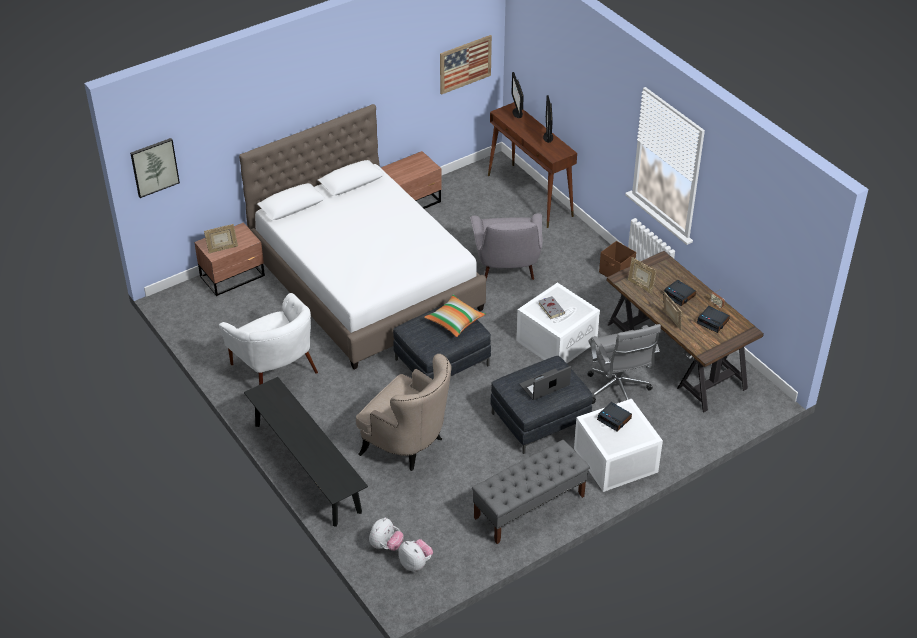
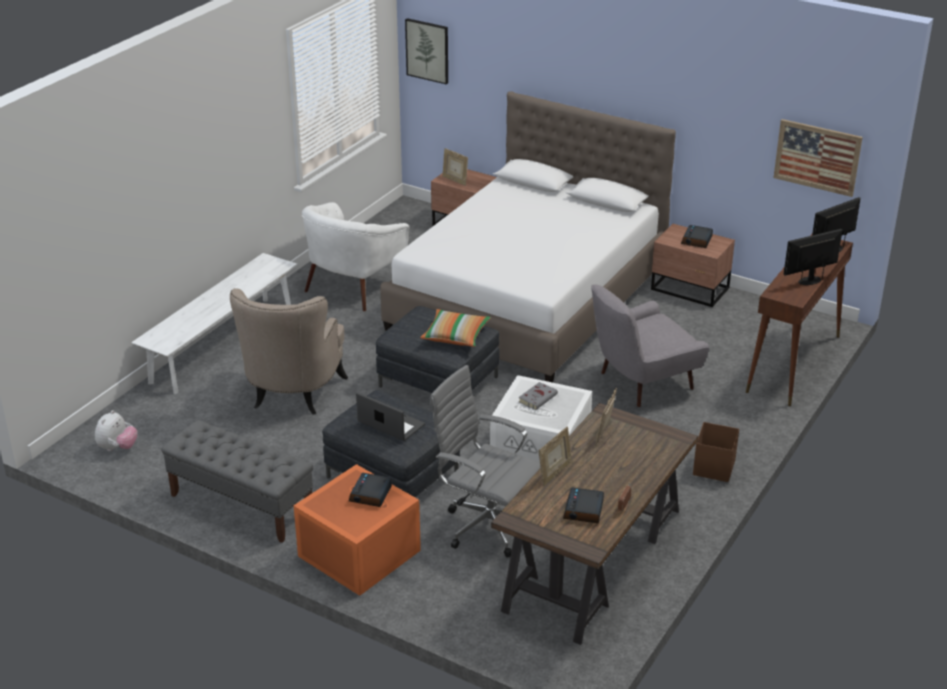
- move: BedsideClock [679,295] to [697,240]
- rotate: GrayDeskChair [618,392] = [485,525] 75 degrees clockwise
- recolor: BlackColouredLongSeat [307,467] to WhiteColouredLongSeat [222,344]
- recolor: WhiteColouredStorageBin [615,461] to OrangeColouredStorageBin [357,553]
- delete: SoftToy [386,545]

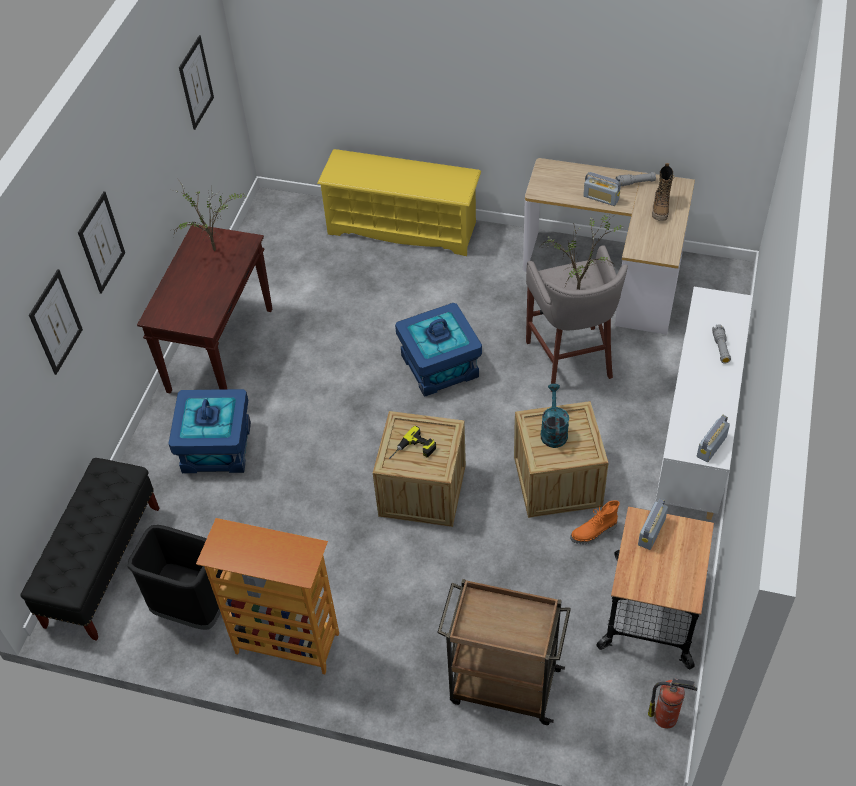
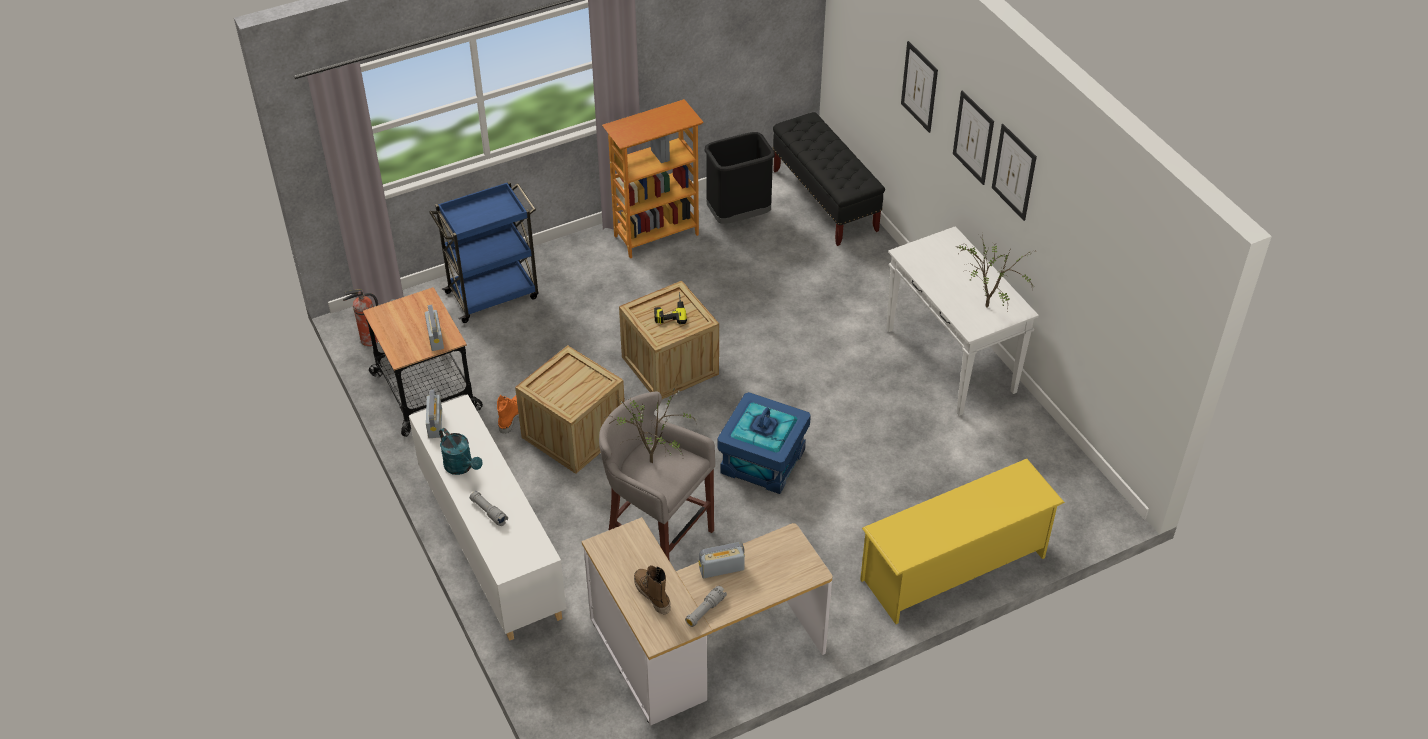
- move: WallPicture [196,83] to [1014,172]
- recolor: BrownColouredConsoleTable [220,349] to WhiteColouredConsoleTable [951,361]
- move: TurquoiseColouredWateringCan [553,431] to [461,467]
- delete: BlueColouredStorageBin [216,447]
- recolor: BrownColouredCart [502,685] to BlueColouredCart [494,294]

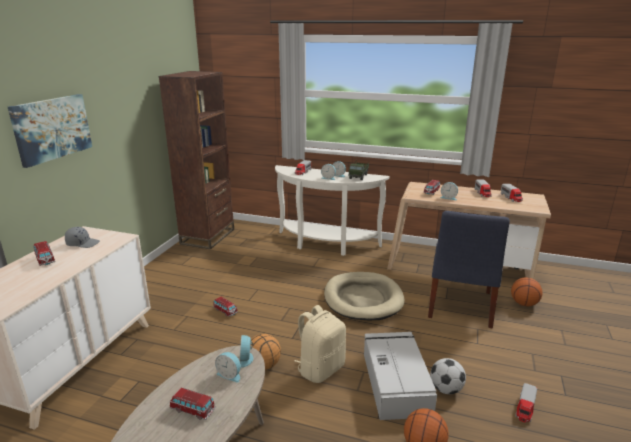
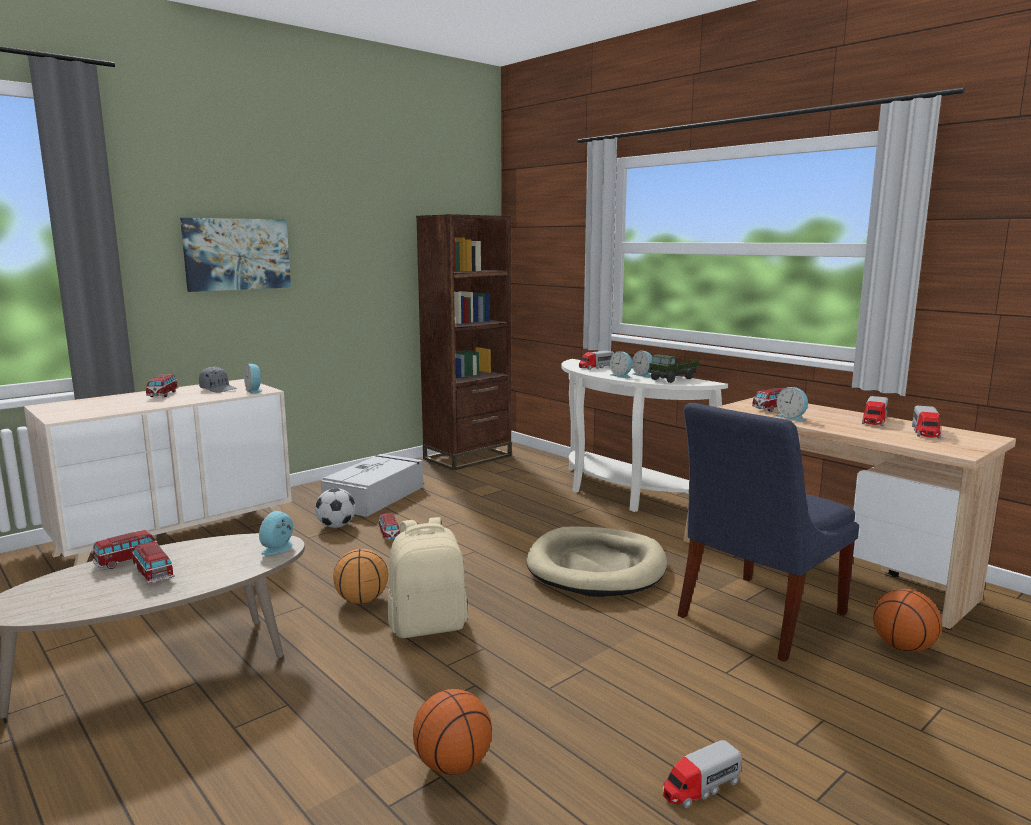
- move: GrayStorageBin [395,382] to [375,496]
- move: BedsideClock [230,374] to [254,391]
- move: BallForFootball [446,389] to [336,526]
- insert: MiniatureCar [127,560]

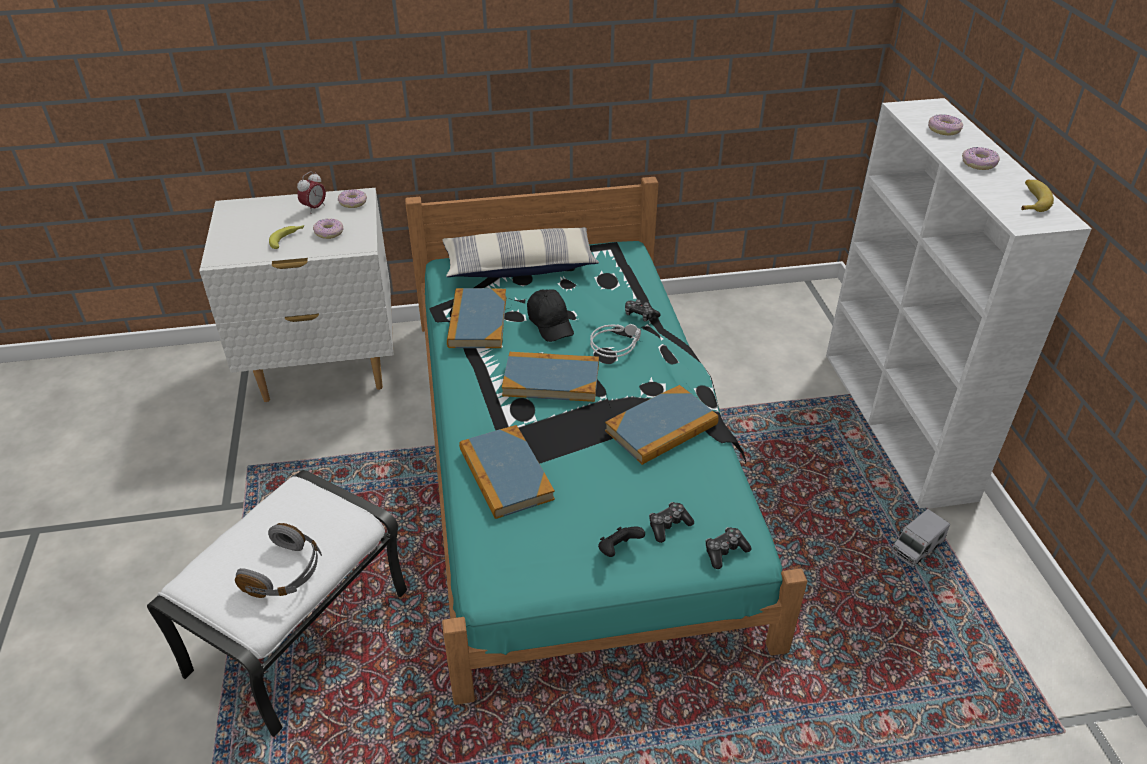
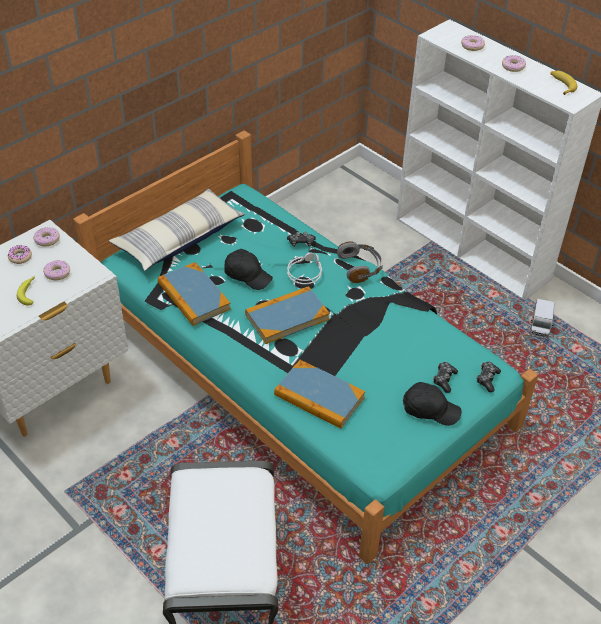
- replace: BedsideClock [314,208] to Donut [20,257]
- delete: Volume [661,428]
- move: GrayPairOfHeadphones [285,573] to [360,267]
- replace: BlackColouredGamepad [618,550] to BlackColouredPeakedCap [430,409]

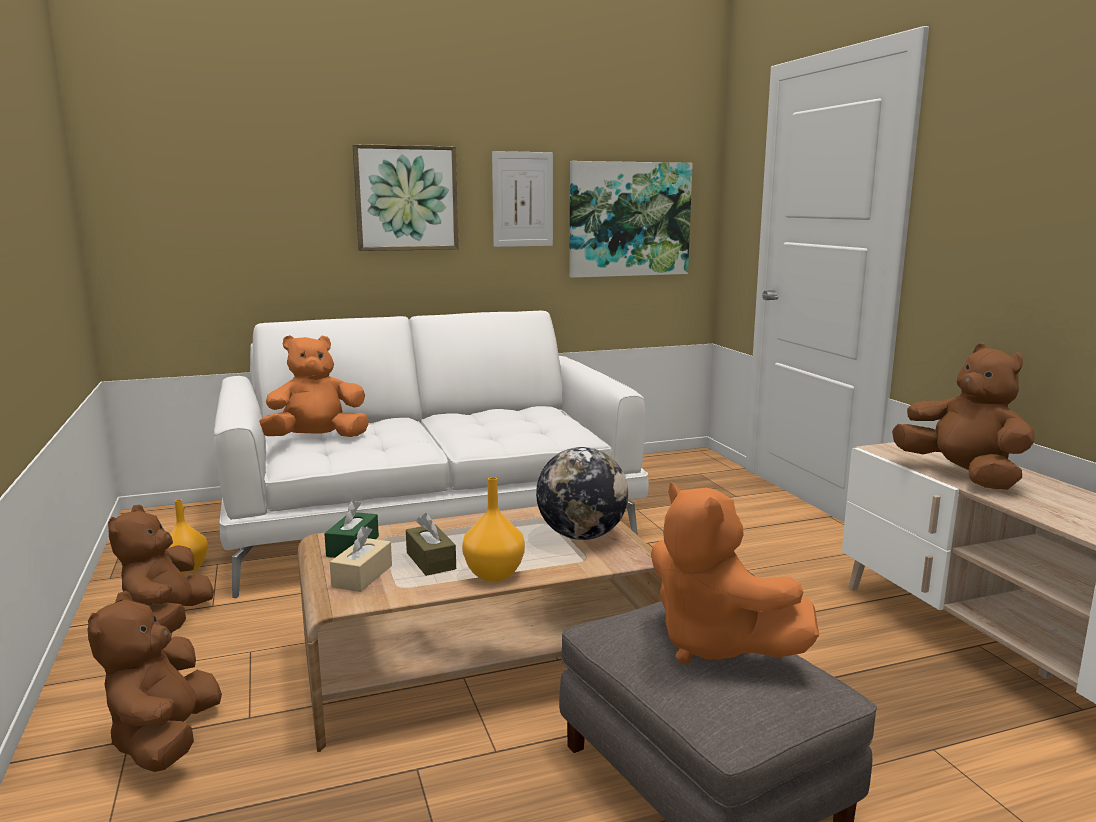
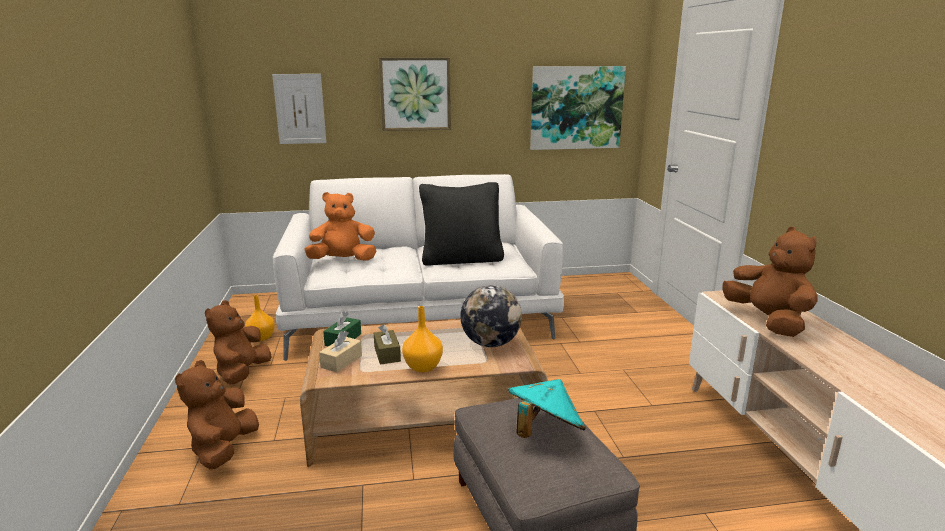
- move: WallPicture [522,199] to [300,109]
- replace: OrangeColouredSoftToy [715,645] to TurquoiseColouredClothingHat [544,431]
- insert: BlackColouredCushion [461,259]

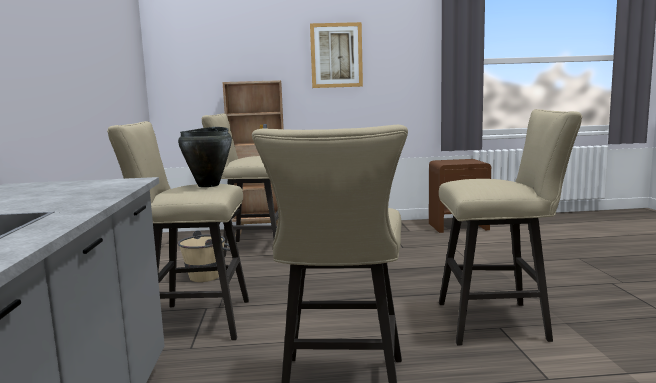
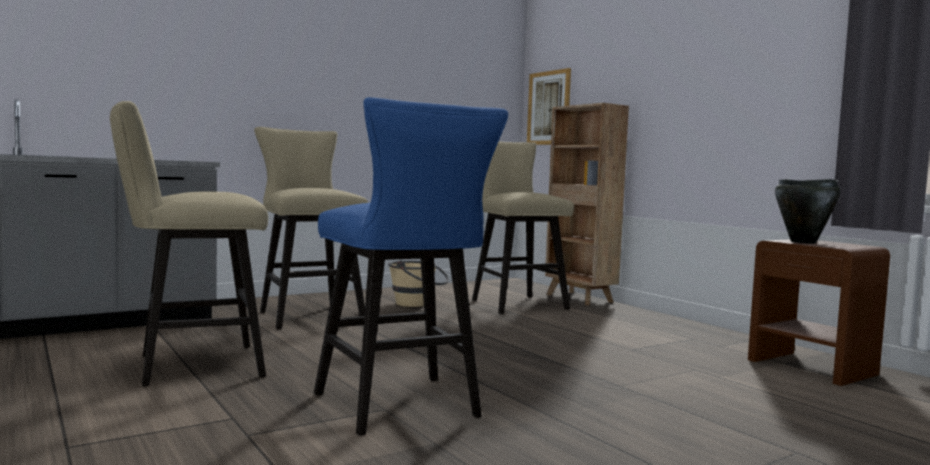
- move: WallPicture [336,55] to [548,108]
- recolor: BeigeColouredStool [500,322] to BlueColouredStool [402,408]
- move: BlackColouredSaucepot [209,185] to [804,242]

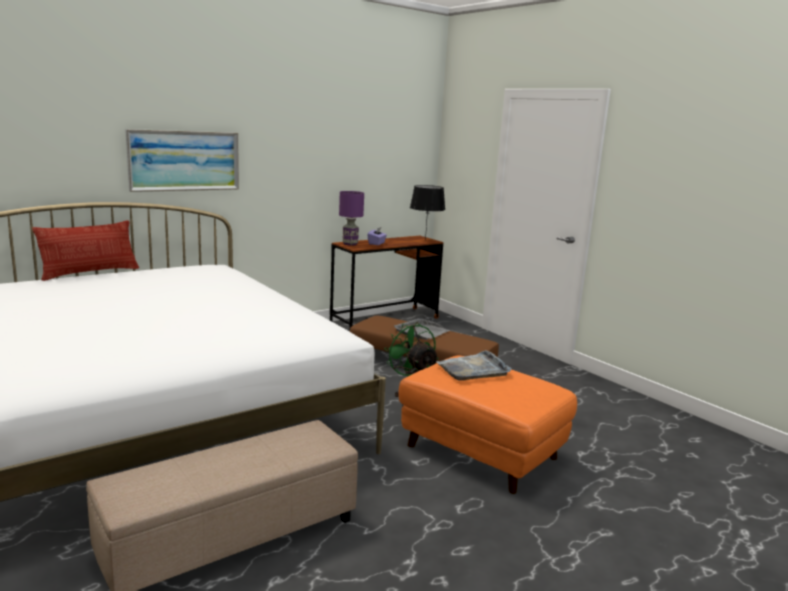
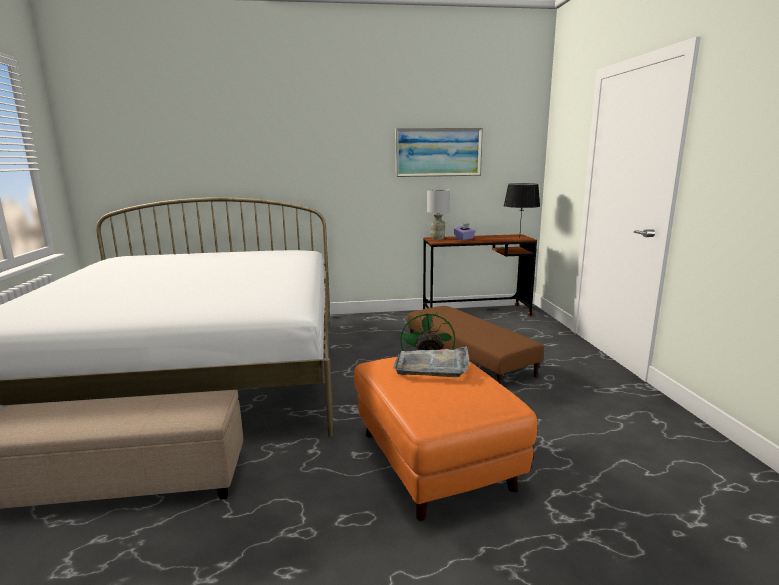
- move: WallPicture [184,160] to [438,152]
- recolor: PurplishTabletopLamp [350,244] to GrayTabletopLamp [438,238]
- delete: Cushion [90,273]
- delete: GrayServingTray [421,332]

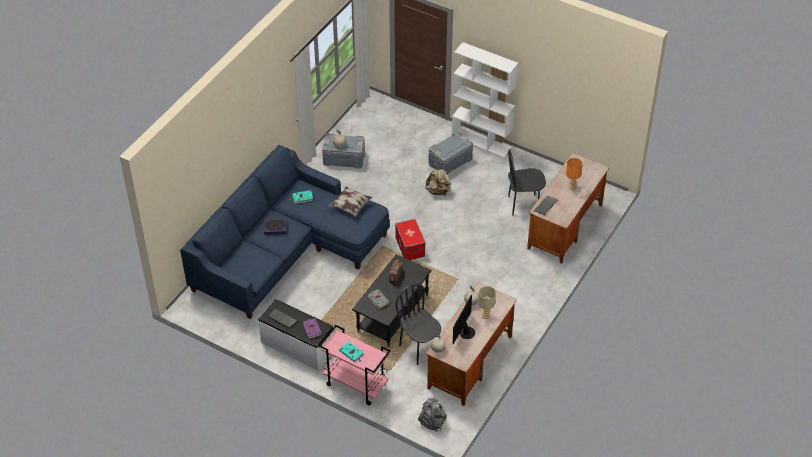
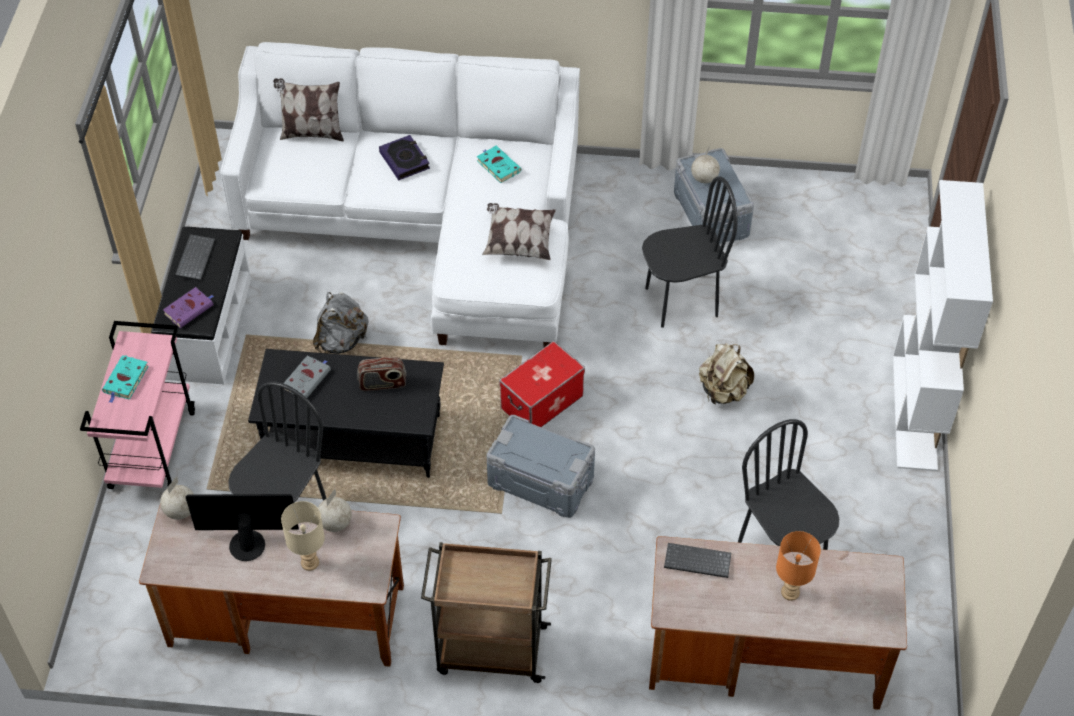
- move: GrayStorageBin [450,162] to [540,482]
- recolor: BlueColouredCouch [286,251] to WhiteColouredCouch [427,223]
- move: GrayBackpack [432,421] to [341,341]
- insert: Cushion [312,133]
- insert: BlackColouredPlainChair [681,301]
- insert: BrownColouredCart [489,650]

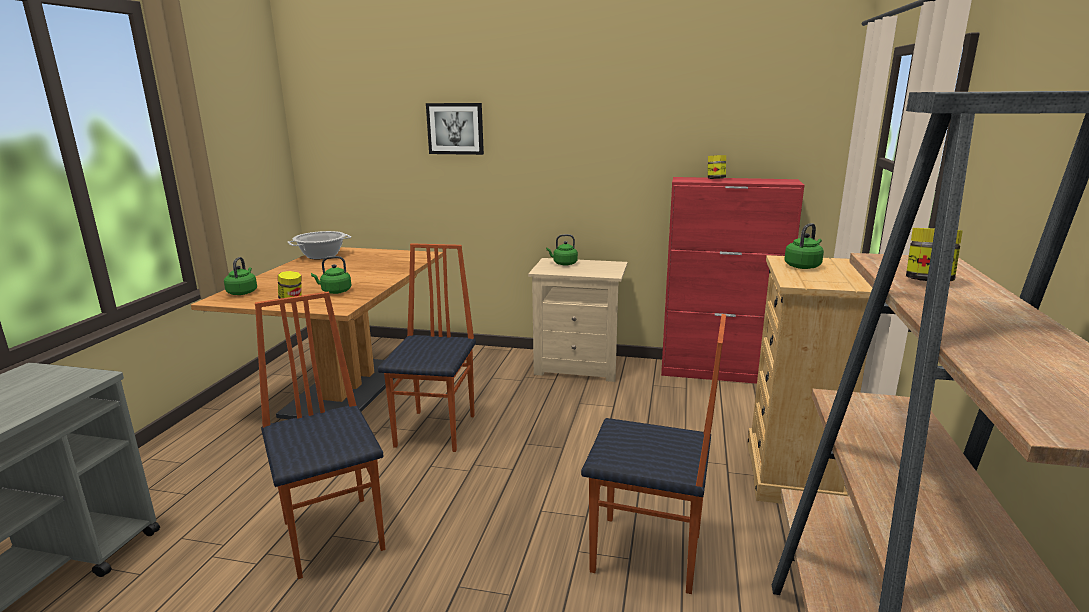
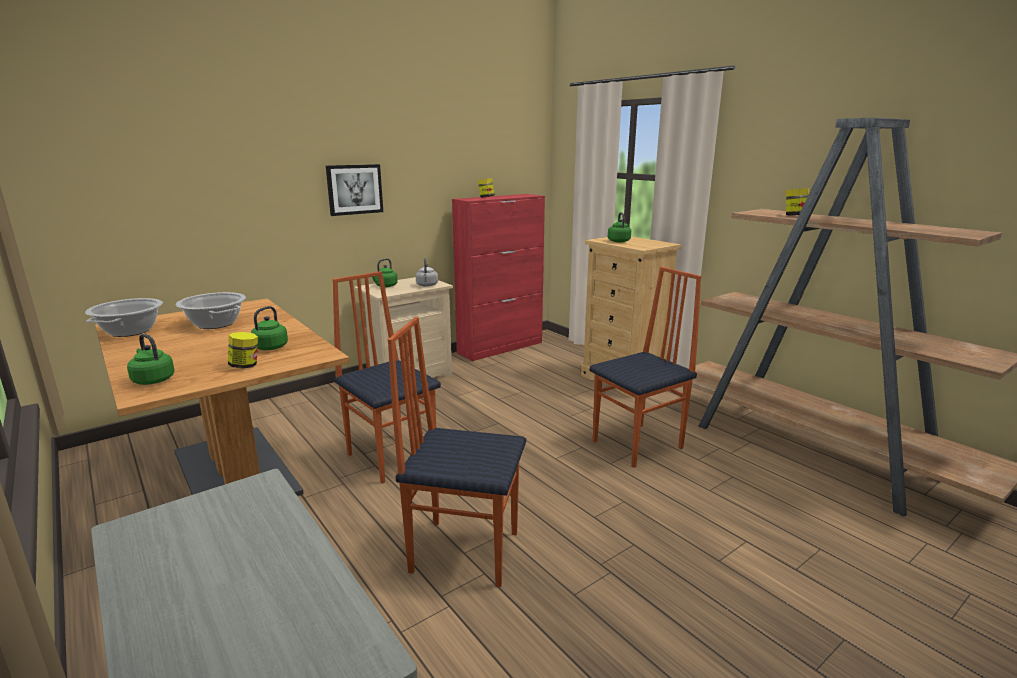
- move: WallPicture [455,128] to [354,189]
- insert: GrayTeaKettle [427,285]
- insert: Saucepot [216,324]

